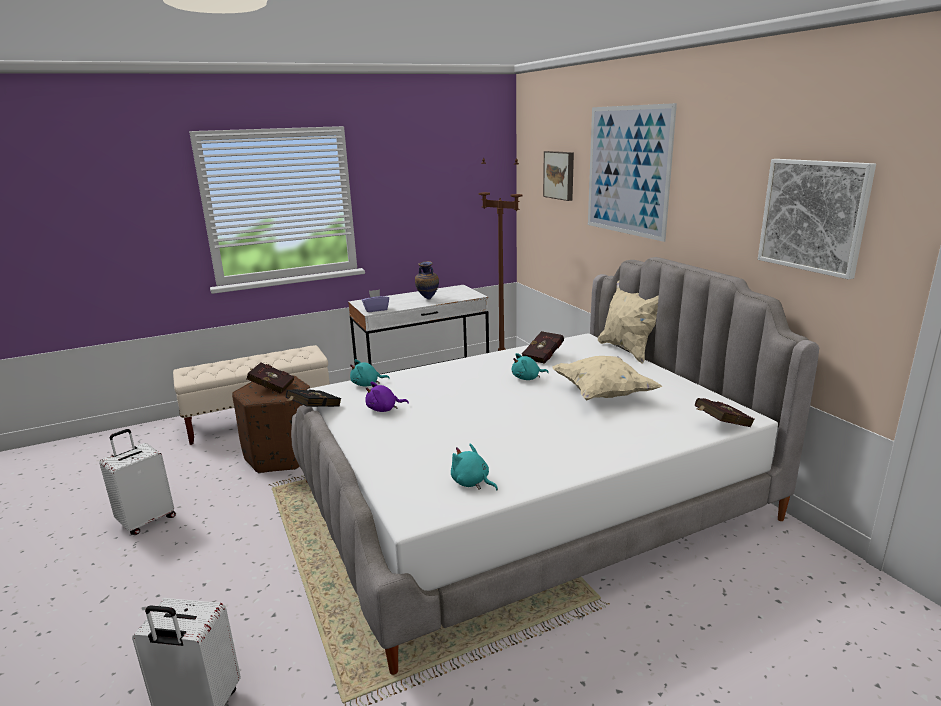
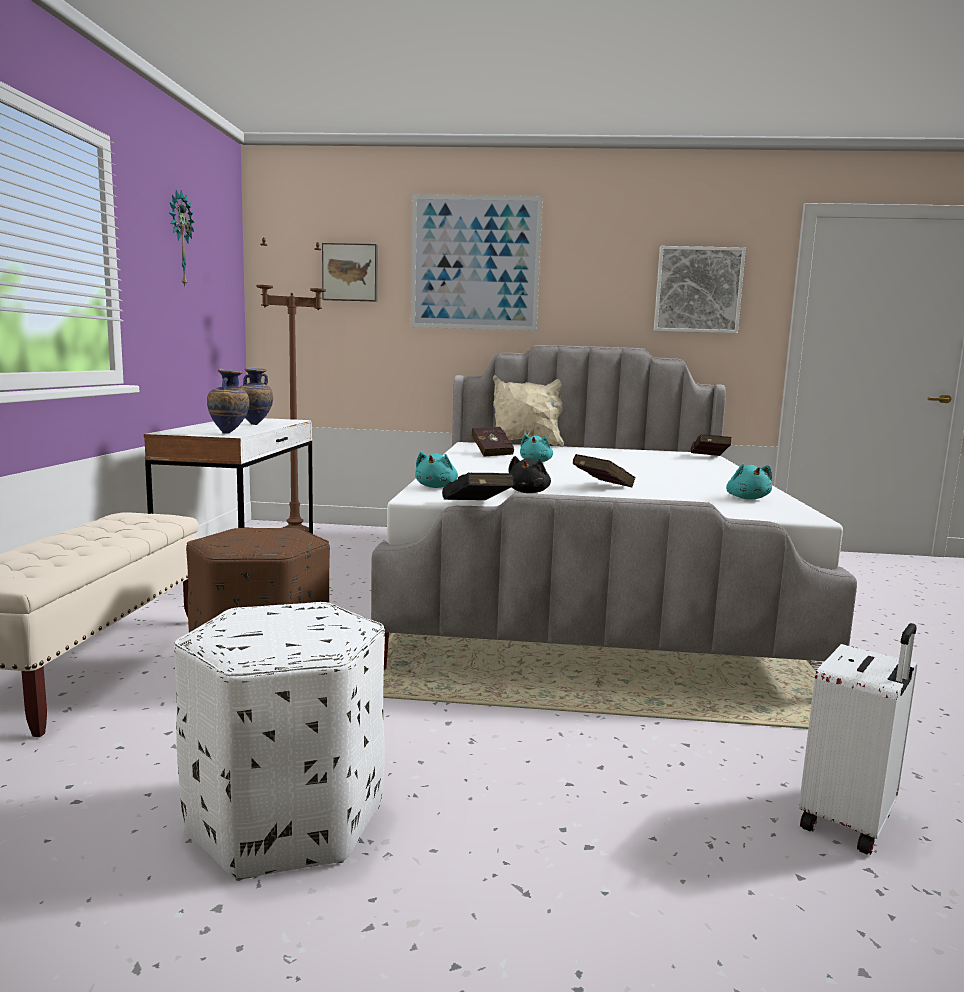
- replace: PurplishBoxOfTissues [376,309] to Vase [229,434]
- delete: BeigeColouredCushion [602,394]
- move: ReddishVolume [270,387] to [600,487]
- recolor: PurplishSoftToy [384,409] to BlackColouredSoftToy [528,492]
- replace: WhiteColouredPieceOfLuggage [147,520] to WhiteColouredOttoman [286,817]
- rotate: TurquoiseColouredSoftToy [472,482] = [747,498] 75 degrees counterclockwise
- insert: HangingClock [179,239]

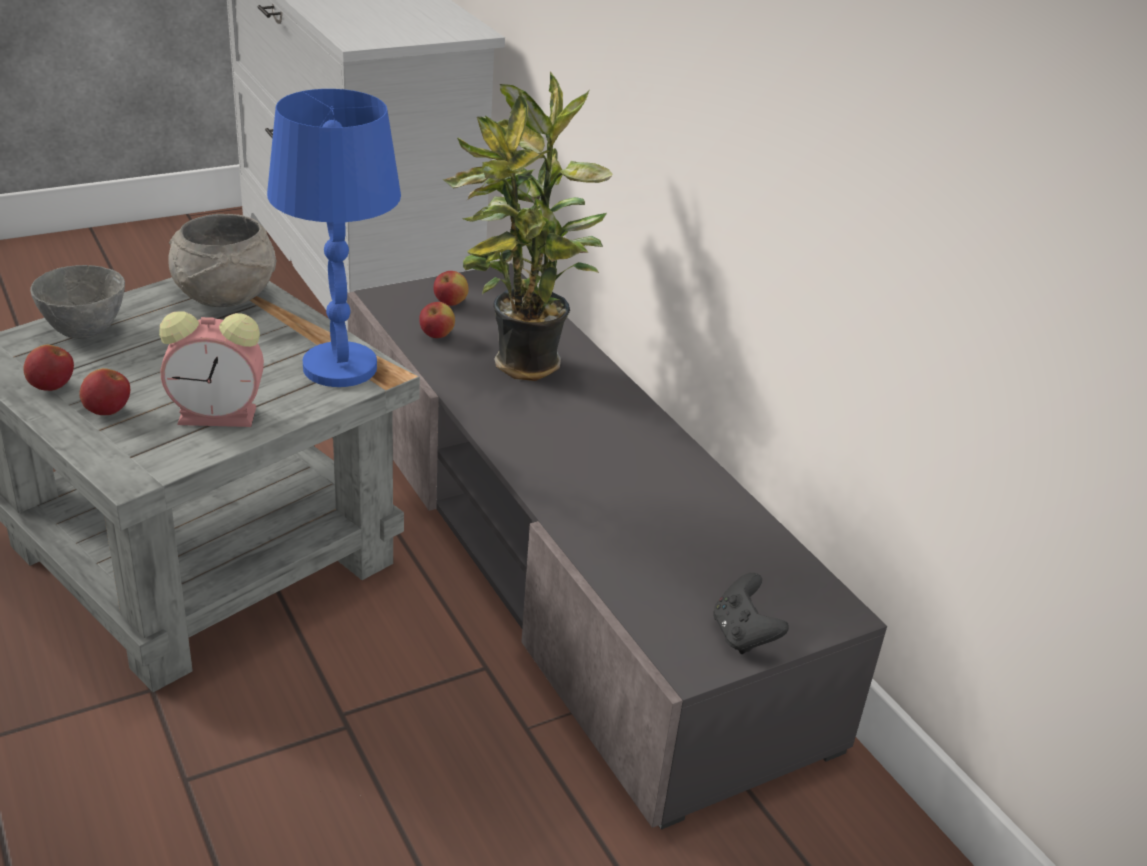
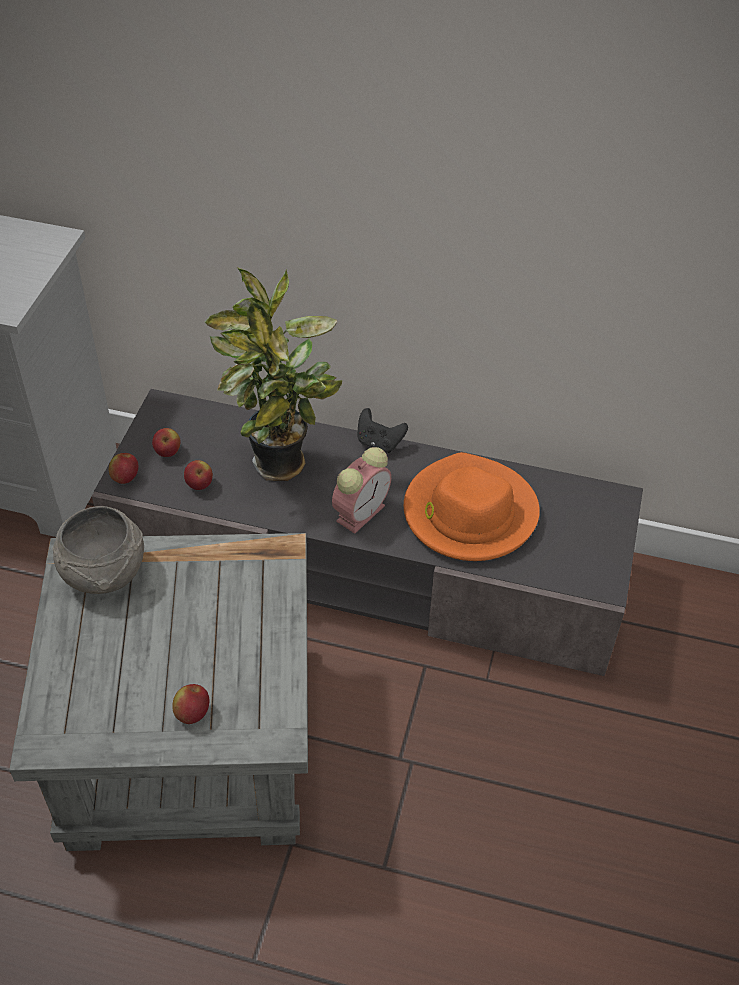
- delete: BlueColouredTabletopLamp [340,368]
- delete: GrayDeepDish [83,330]
- move: BedsideClock [221,415] to [361,511]
- move: AppleFruit [52,386] to [125,478]
- move: BlackColouredGamepad [743,635] to [379,443]
- insert: OrangeColouredClothingHat [468,513]

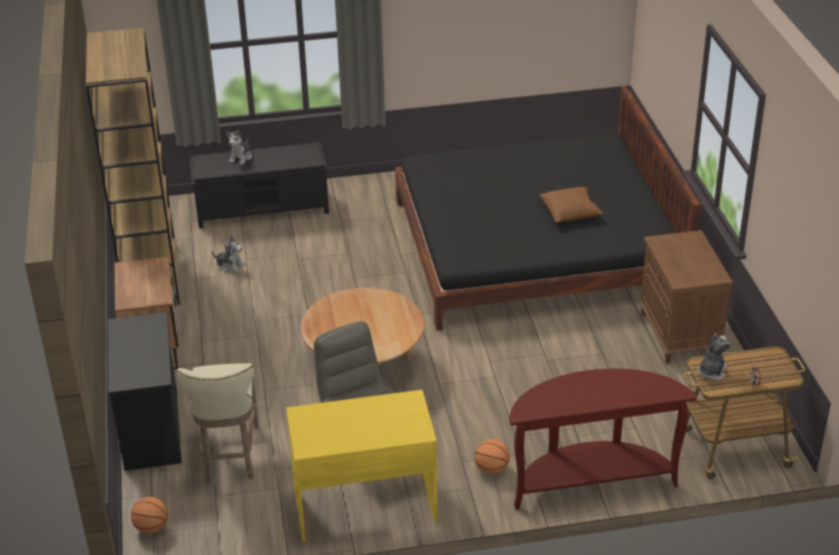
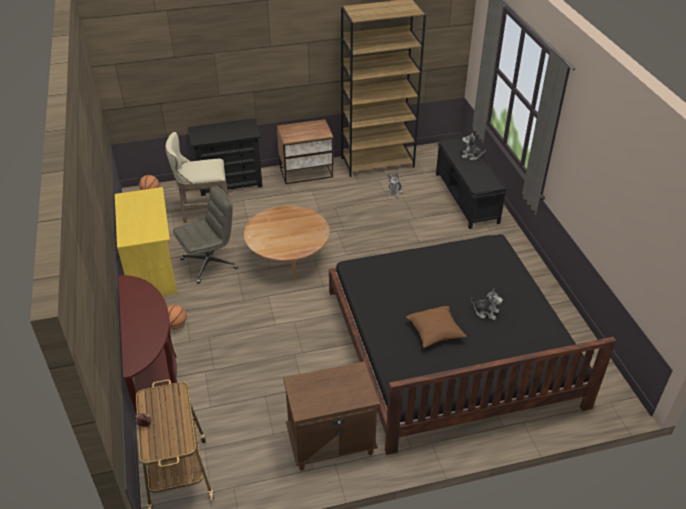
- move: SoftToy [711,371] to [485,312]

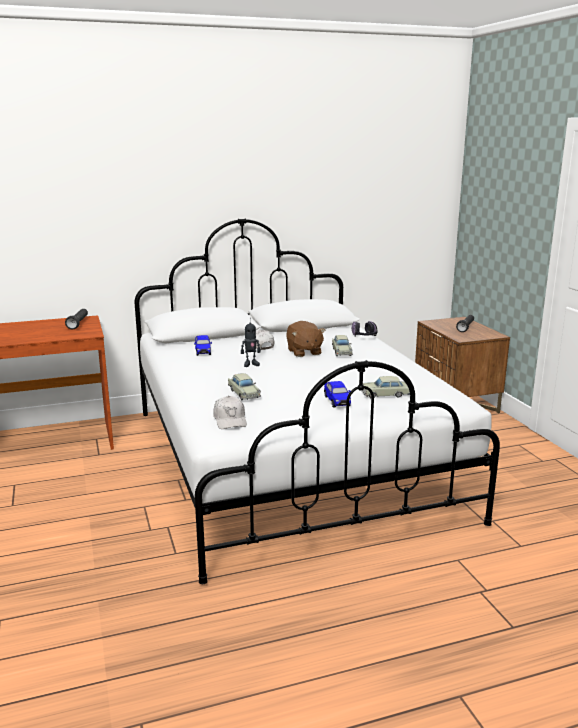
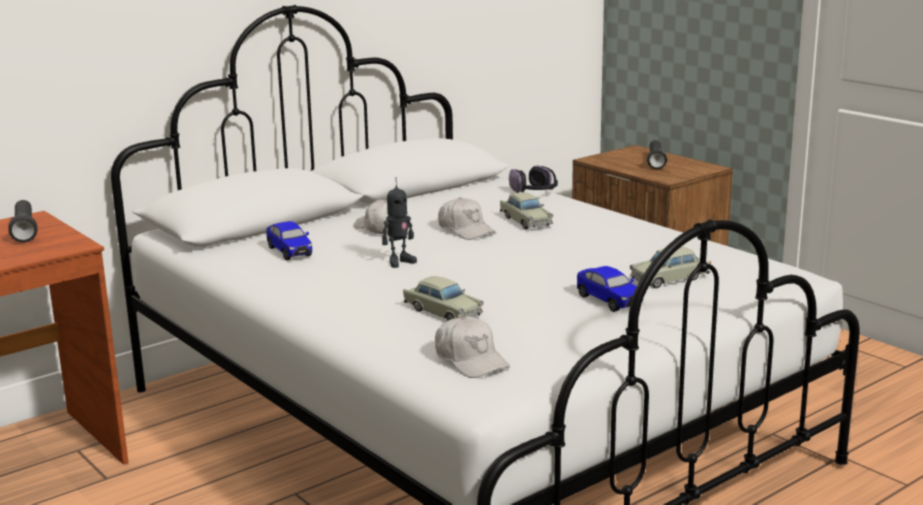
- replace: BrownColouredSoftToy [304,352] to WhiteColouredPeakedCap [466,230]

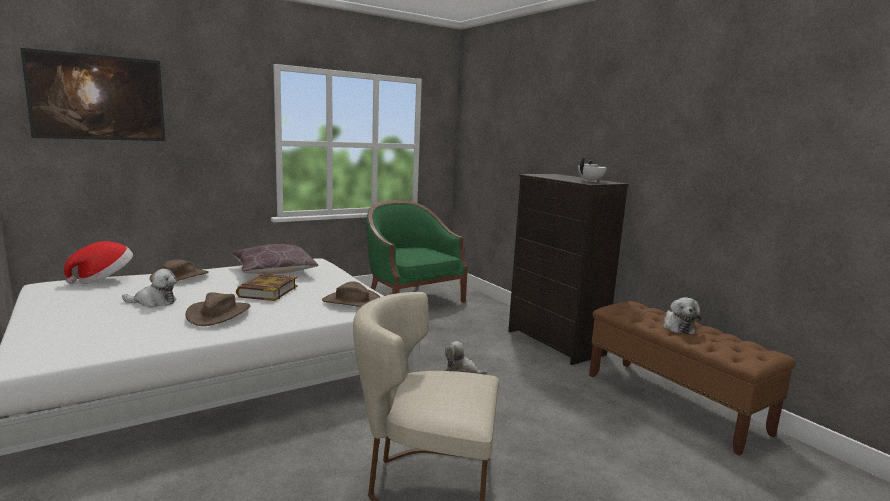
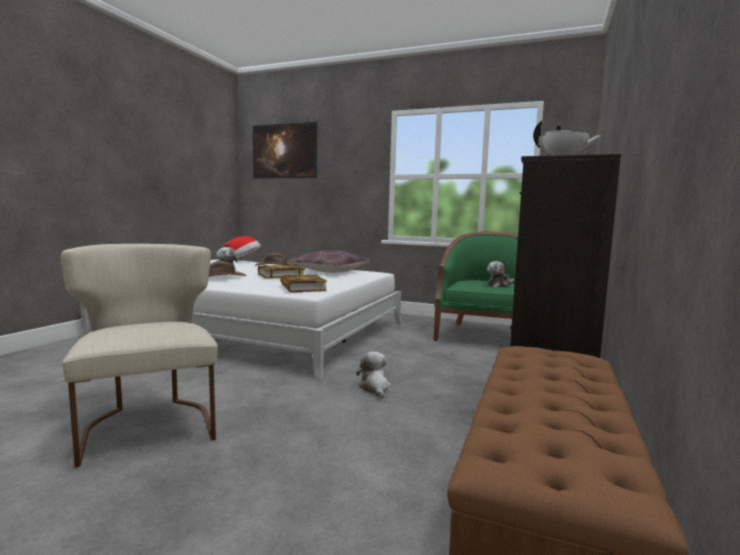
- replace: BrownColouredClothingHat [352,302] to Volume [302,288]
- move: SoftToy [678,327] to [499,285]

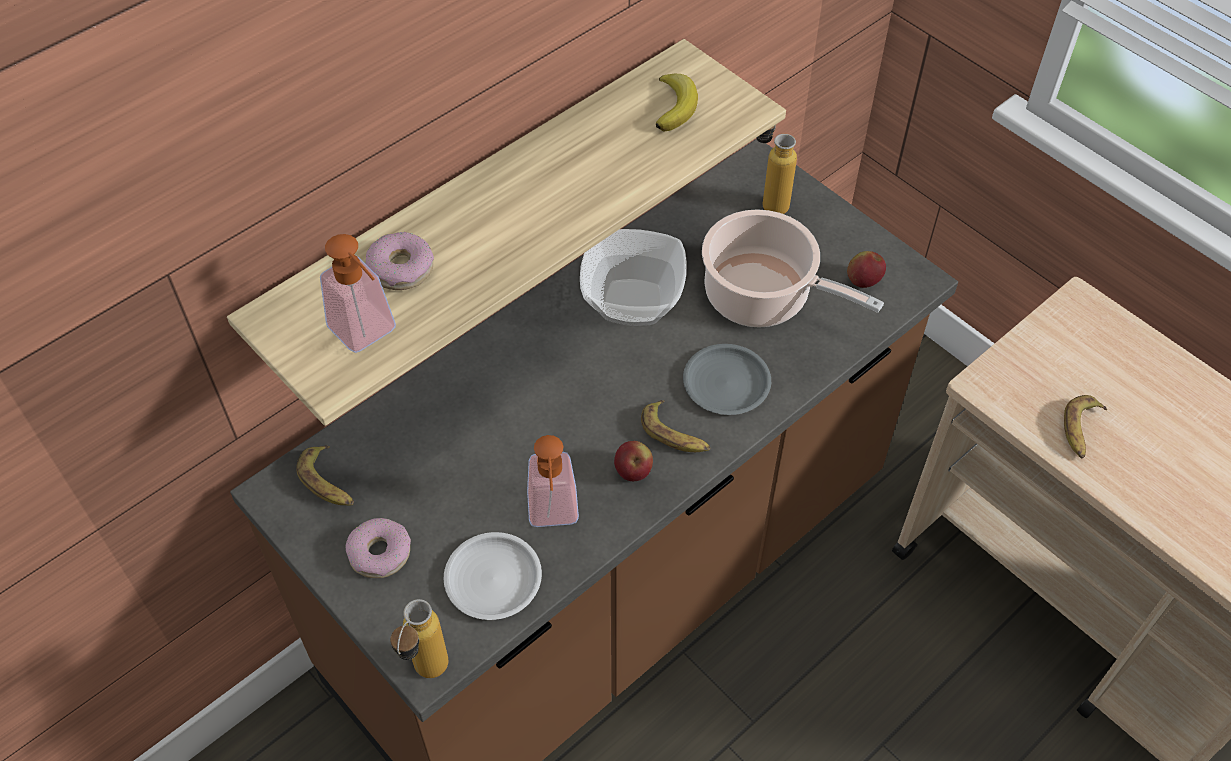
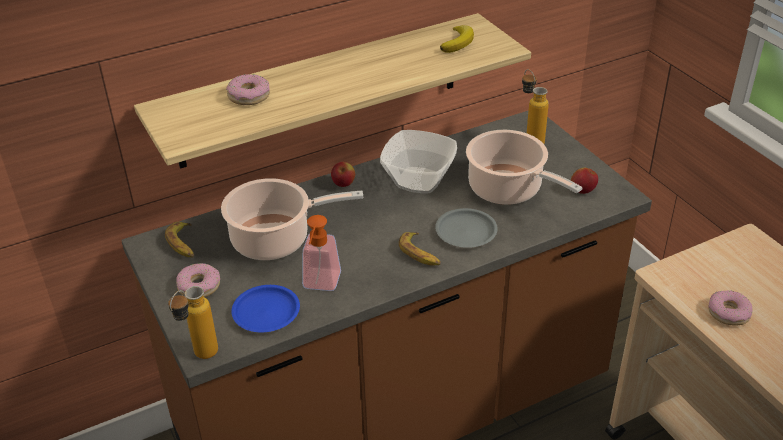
- delete: SoapBottle [369,335]
- replace: BananaFruit [1081,430] to Donut [728,313]
- move: AppleFruit [633,472] to [343,184]
- recolor: WhiteColouredDinnerPlate [492,579] to BlueColouredDinnerPlate [265,312]
- insert: Saucepot [276,239]

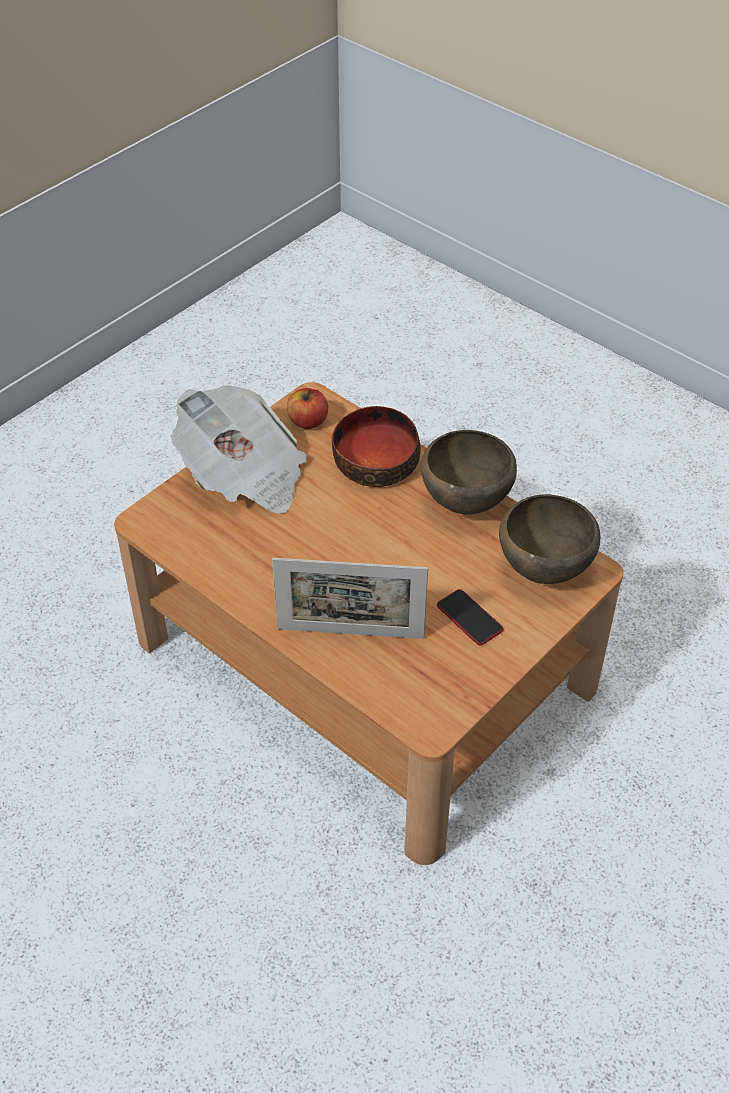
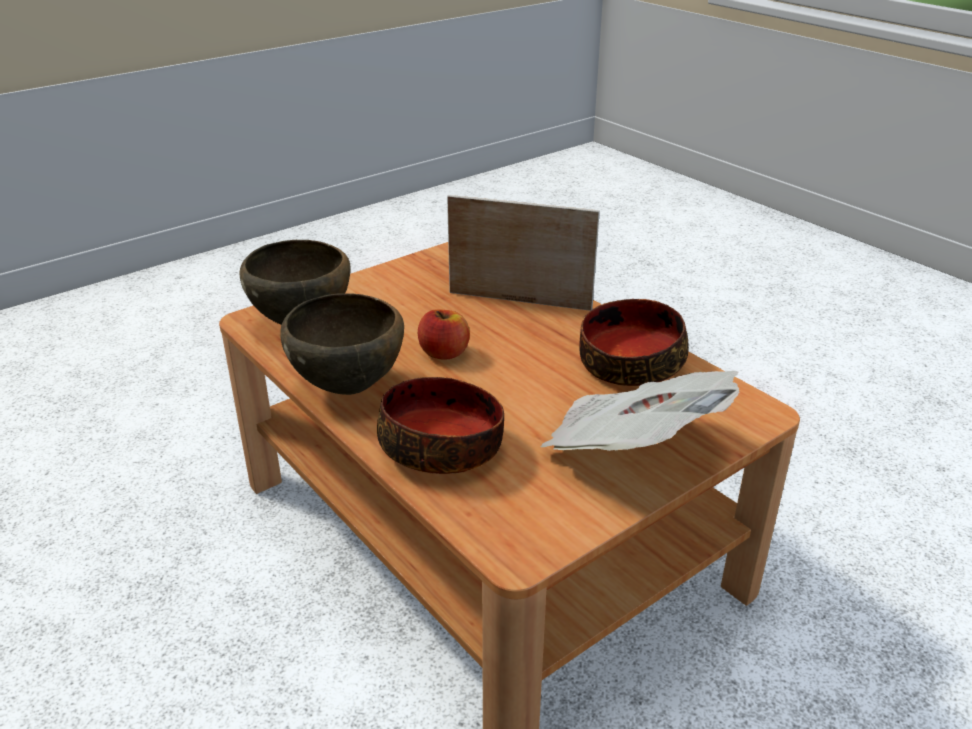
- move: AppleFruit [308,421] to [444,353]
- delete: Telephone [469,618]
- insert: DeepDish [629,362]

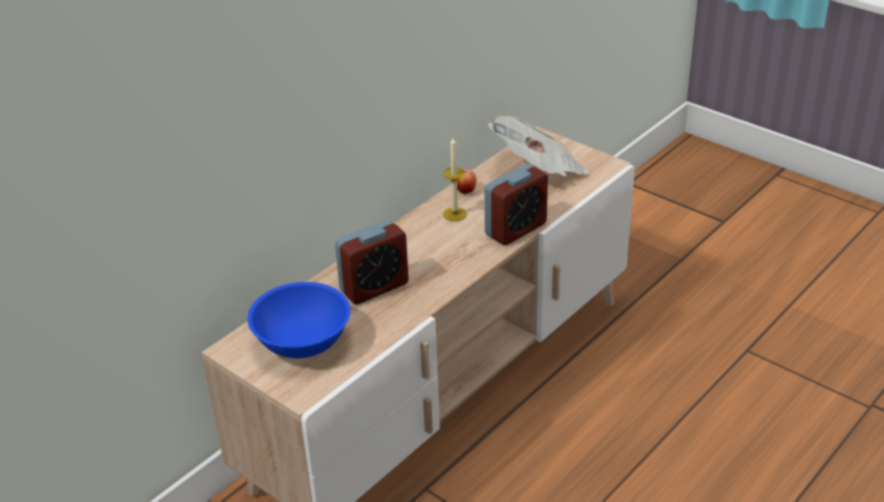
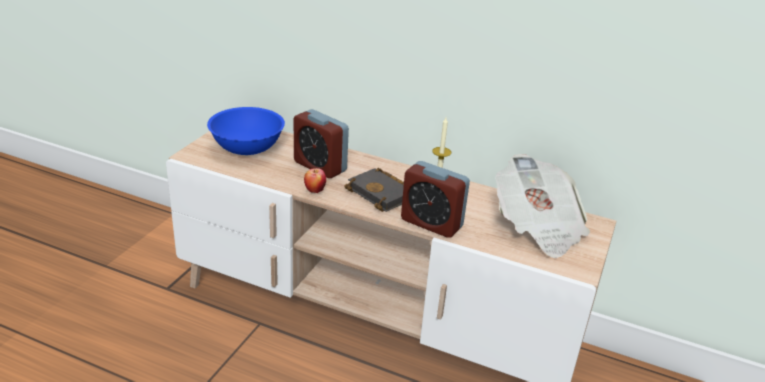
- move: AppleFruit [464,191] to [315,190]
- insert: BlackColouredVolume [383,194]

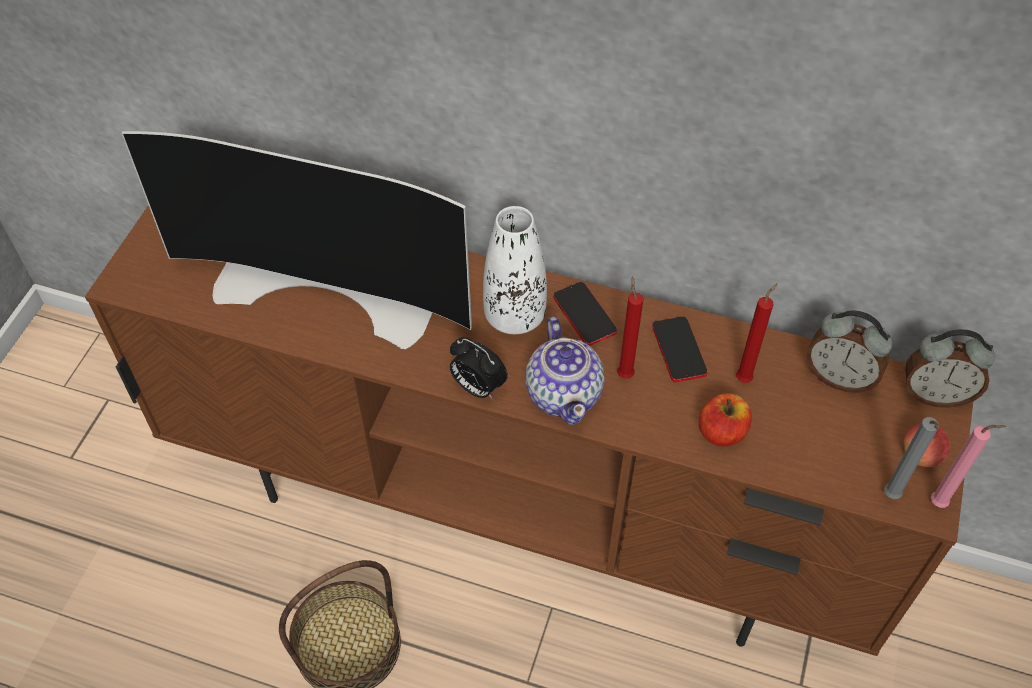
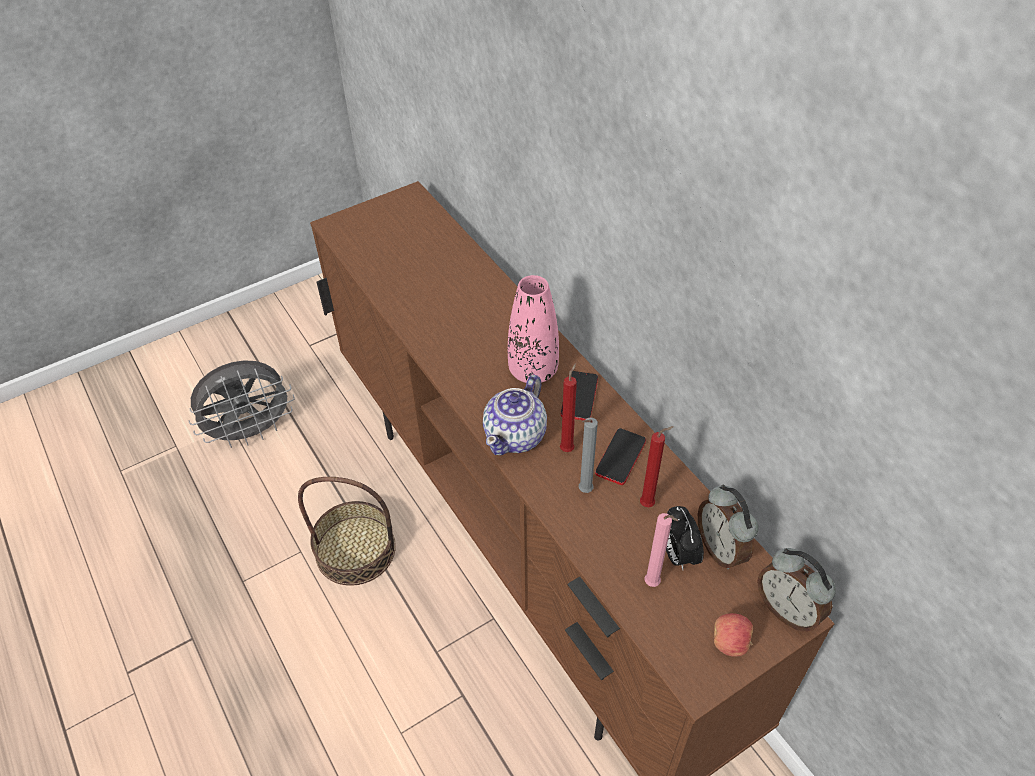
- delete: Television [329,287]
- recolor: WhiteColouredVase [514,316] to PinkVase [533,371]
- move: BedsideClock [477,387] to [678,554]
- delete: AppleFruit [722,432]
- move: GrayWaxLight [891,497] to [583,491]
- move: PinkWaxLight [941,504] to [653,585]
- insert: GrayCoolingFan [252,432]

